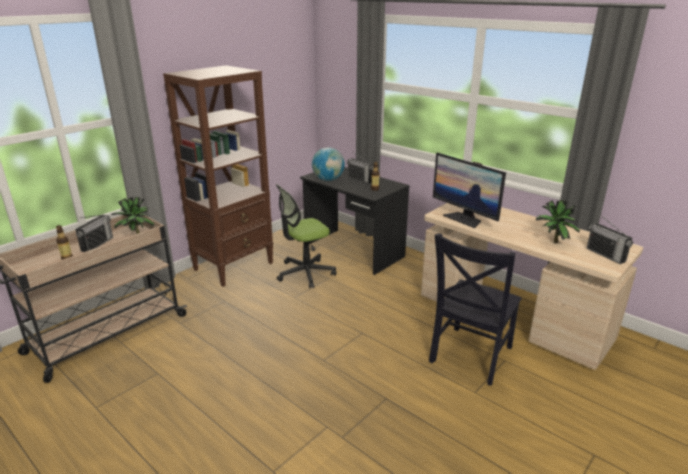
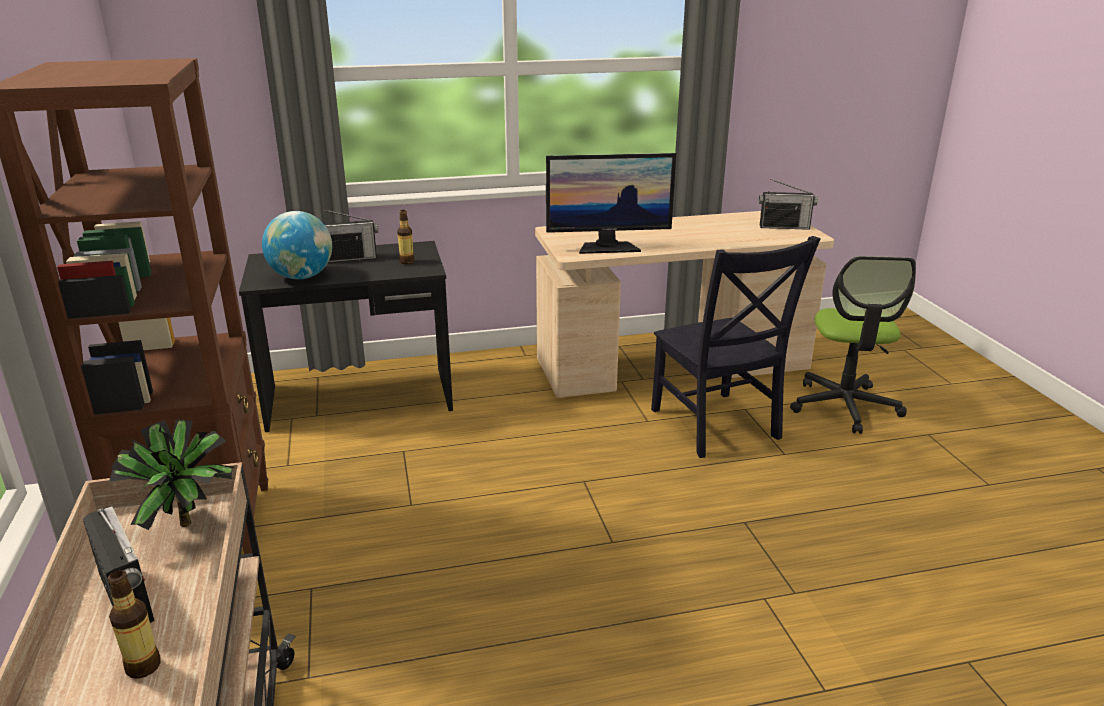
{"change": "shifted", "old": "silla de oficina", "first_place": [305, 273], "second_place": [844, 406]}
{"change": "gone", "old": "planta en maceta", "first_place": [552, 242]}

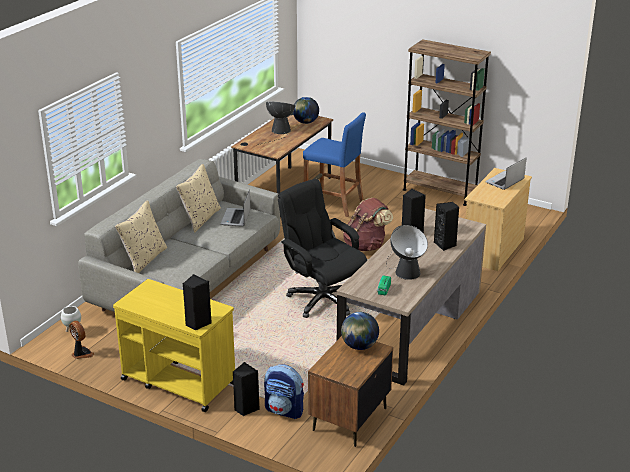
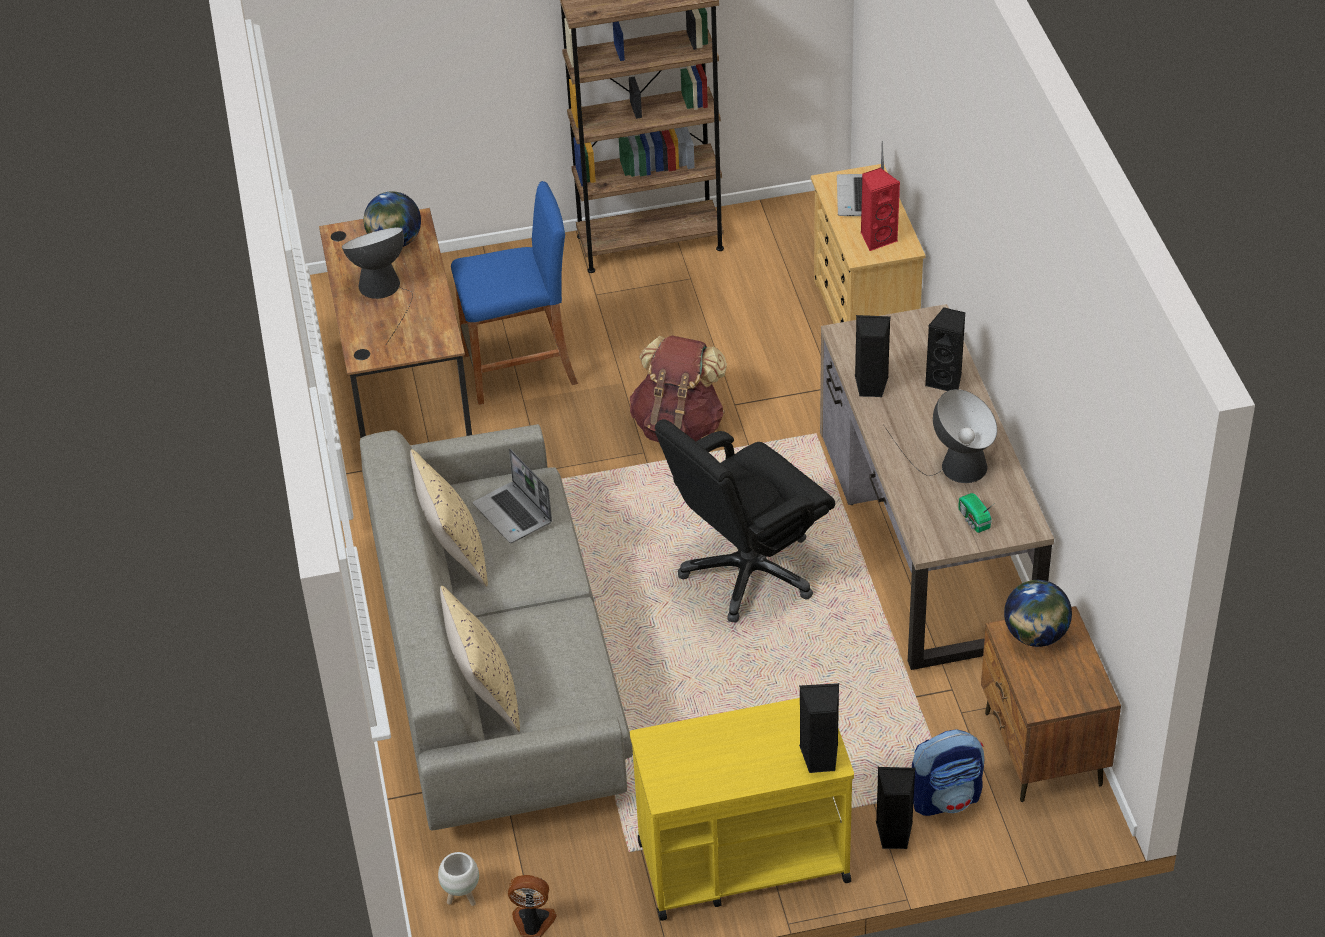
{"change": "rotated", "old": "silla de oficina/negro", "first_place": [322, 299], "second_place": [748, 572], "degrees": -45}
{"change": "new", "new": "altavoz/rojo", "second_place": [877, 238]}

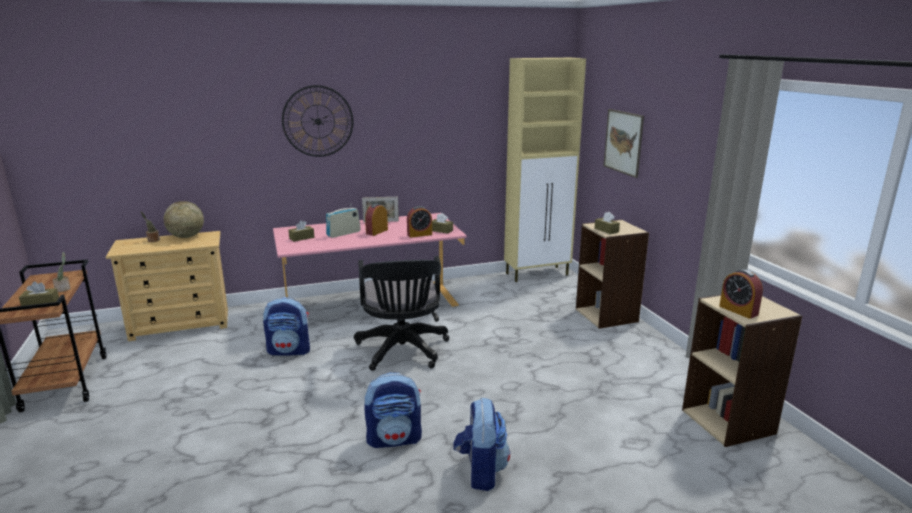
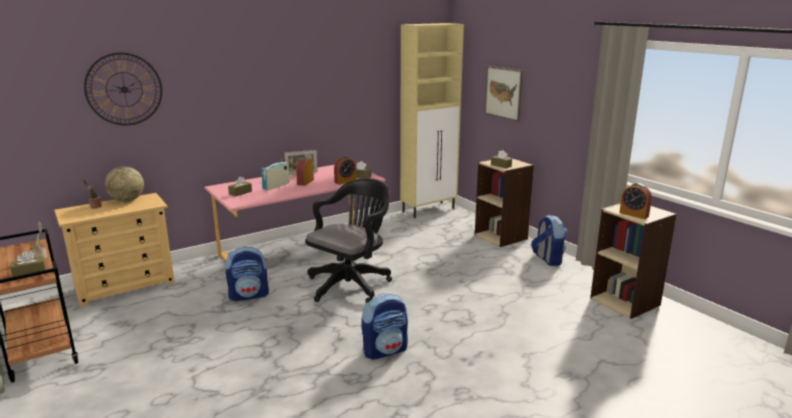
{"change": "shifted", "old": "reloj de pared", "first_place": [318, 121], "second_place": [124, 89]}
{"change": "rotated", "old": "silla de oficina/negro", "first_place": [402, 352], "second_place": [351, 284], "degrees": -120}
{"change": "shifted", "old": "mochila", "first_place": [480, 471], "second_place": [547, 259]}

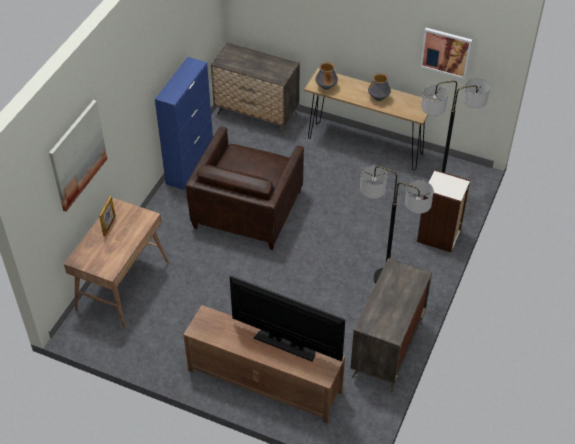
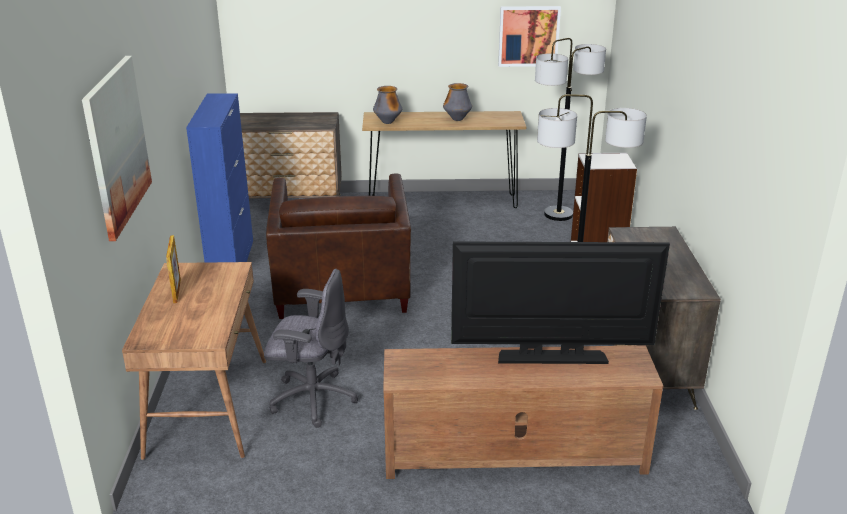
{"change": "new", "new": "silla de oficina/gris", "second_place": [312, 399]}

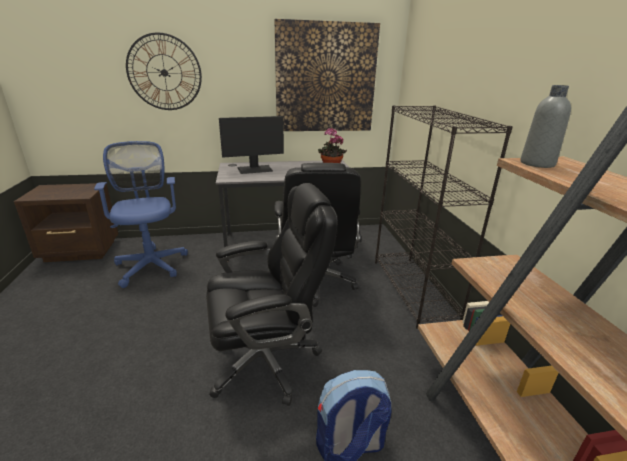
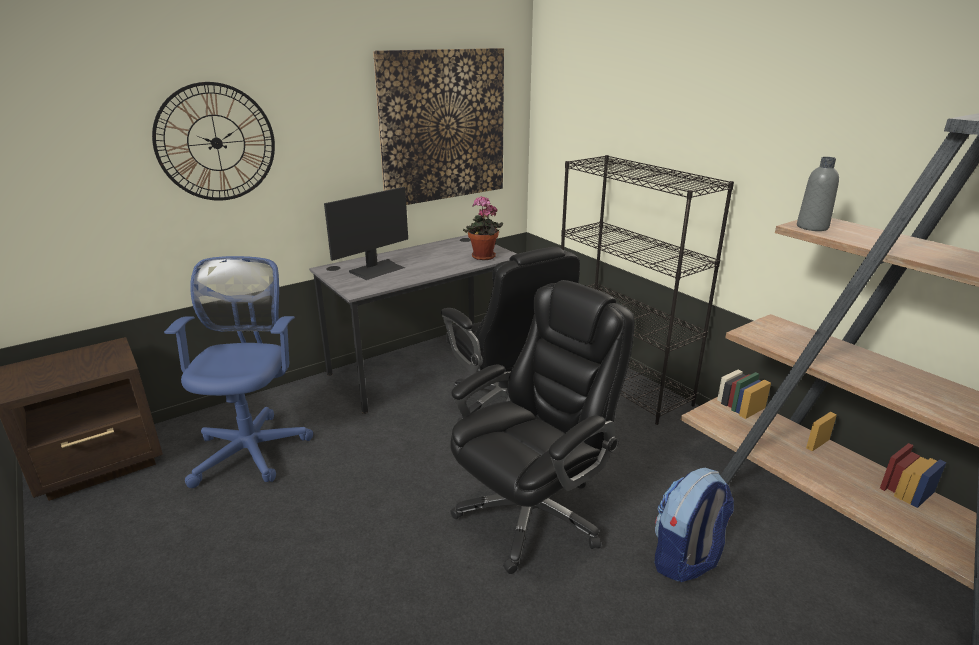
{"change": "rotated", "old": "silla de oficina/azul", "first_place": [152, 264], "second_place": [253, 448], "degrees": 45}

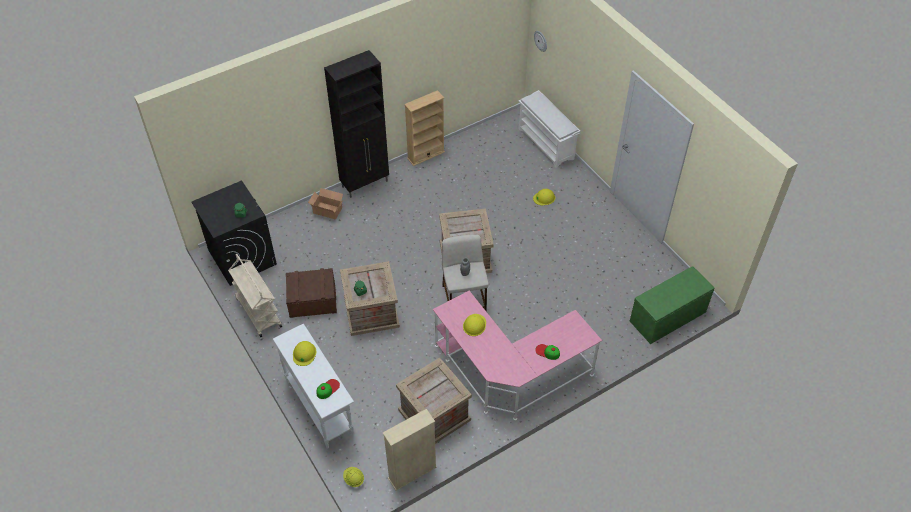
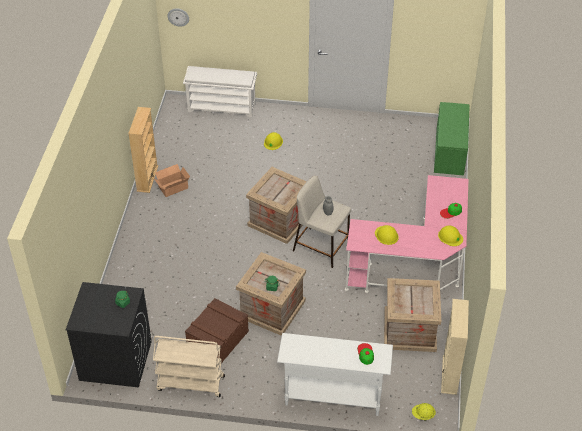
{"change": "gone", "old": "armario/negro", "first_place": [365, 184]}
{"change": "shifted", "old": "caja de cartón", "first_place": [327, 209], "second_place": [172, 187]}
{"change": "shifted", "old": "casco/amarillo", "first_place": [304, 353], "second_place": [450, 237]}

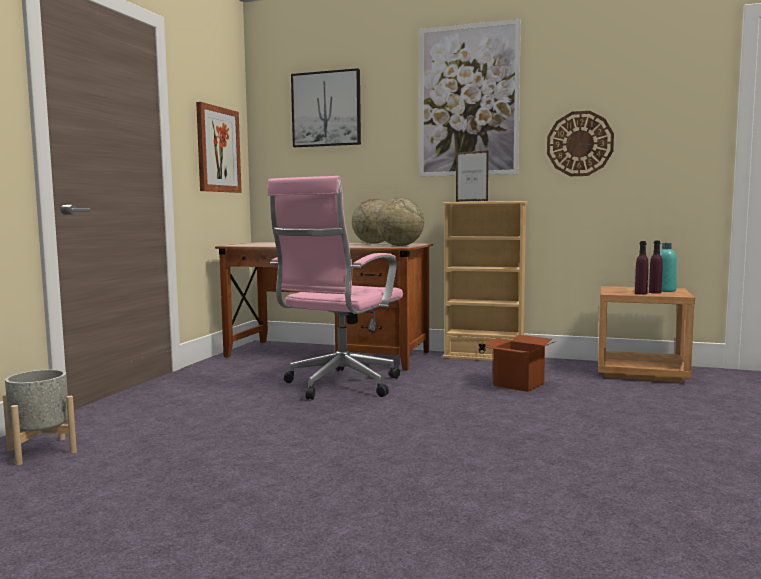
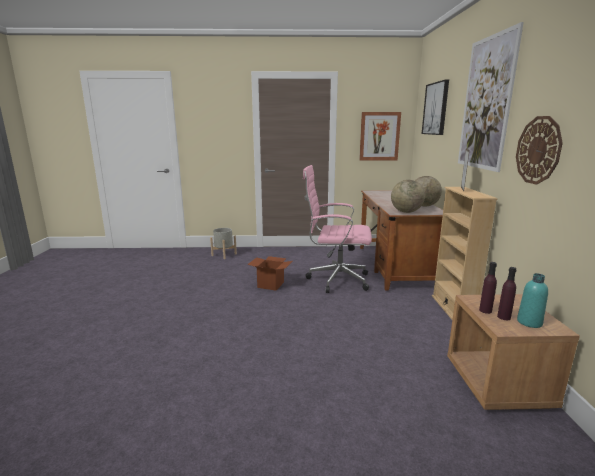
{"change": "shifted", "old": "caja de cartón", "first_place": [519, 384], "second_place": [271, 285]}

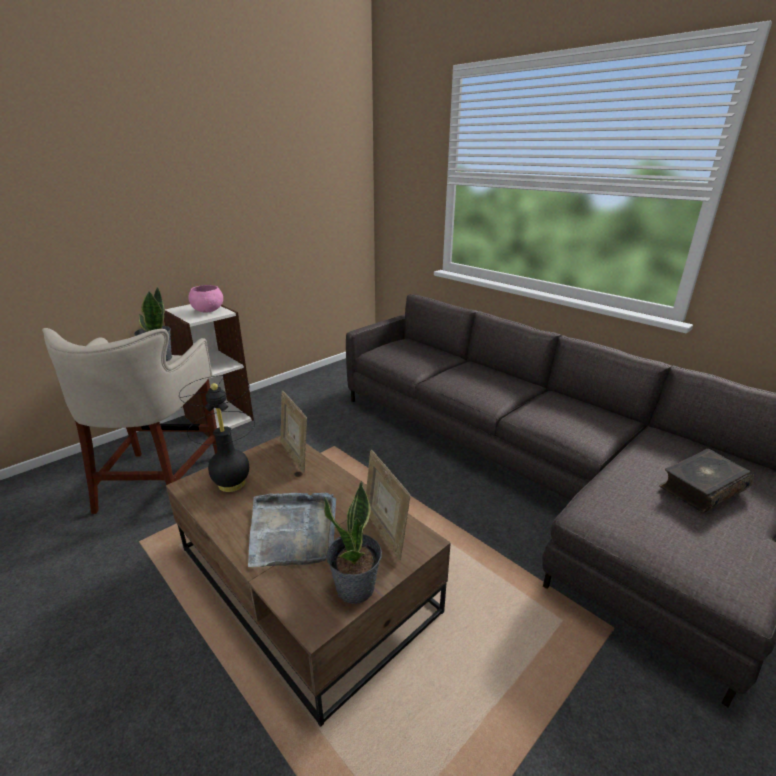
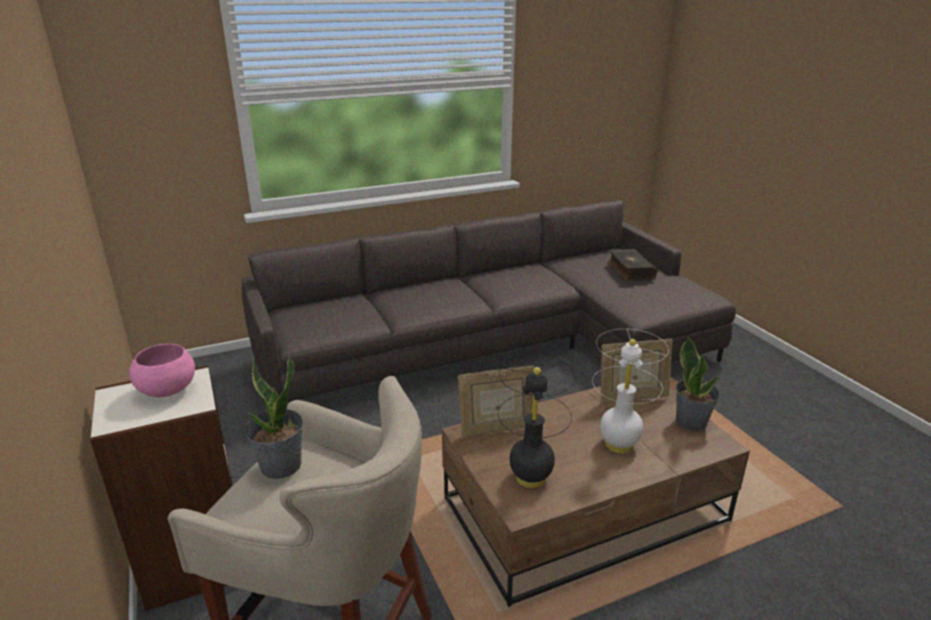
{"change": "swapped", "old": "bandeja/gris", "new": "lámpara de mesa/blanco", "first_place": [293, 530], "second_place": [619, 444]}

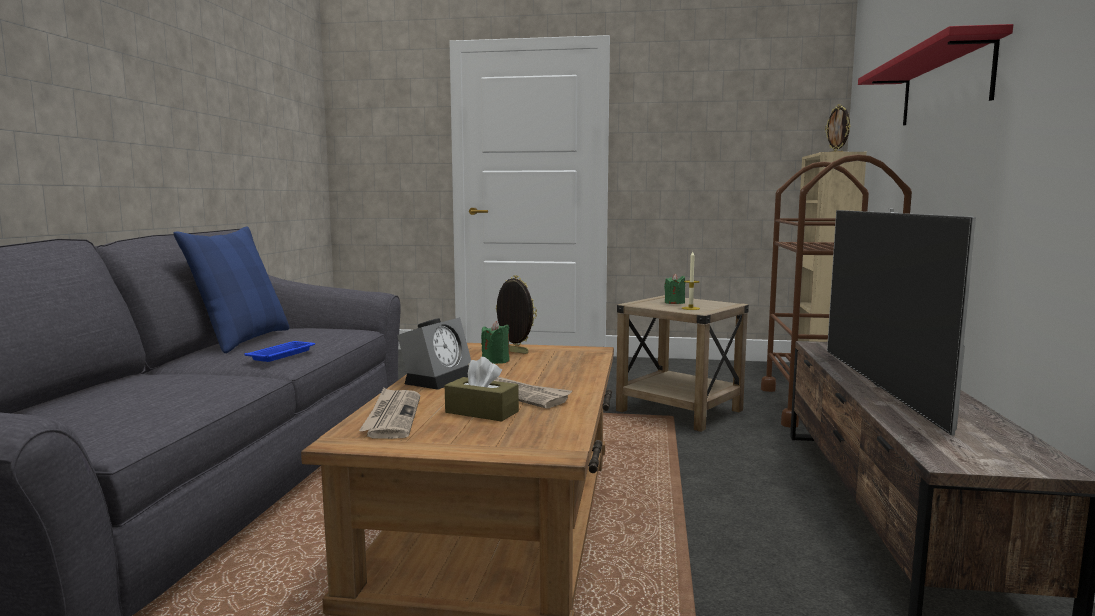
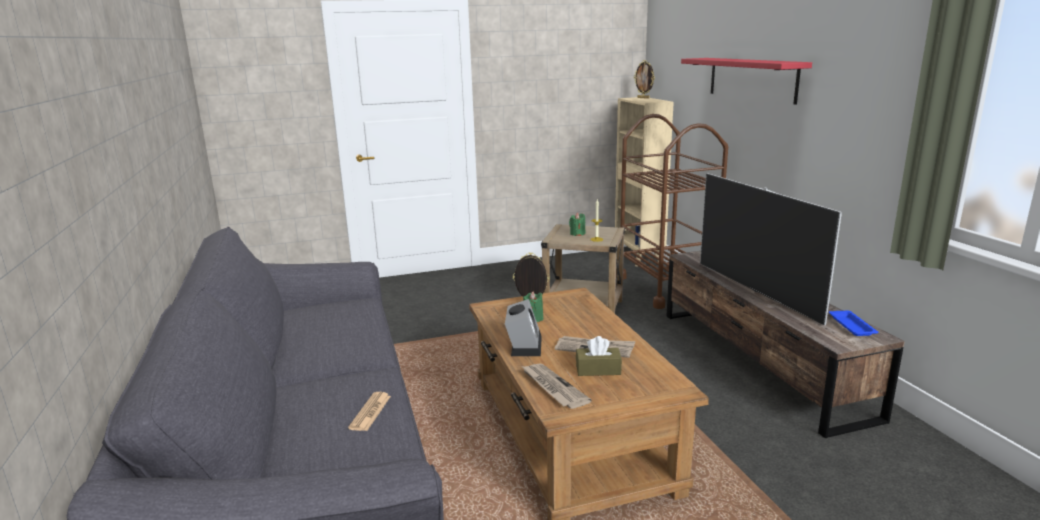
{"change": "gone", "old": "cojín/azul", "first_place": [242, 340]}
{"change": "shifted", "old": "bandeja/azul", "first_place": [282, 354], "second_place": [851, 326]}
{"change": "new", "new": "periódico", "second_place": [370, 412]}

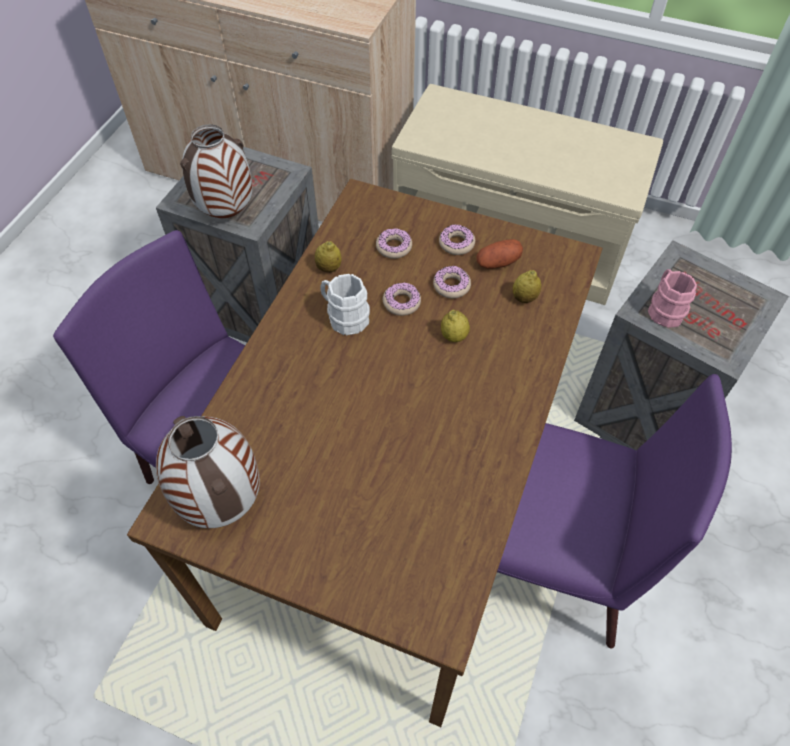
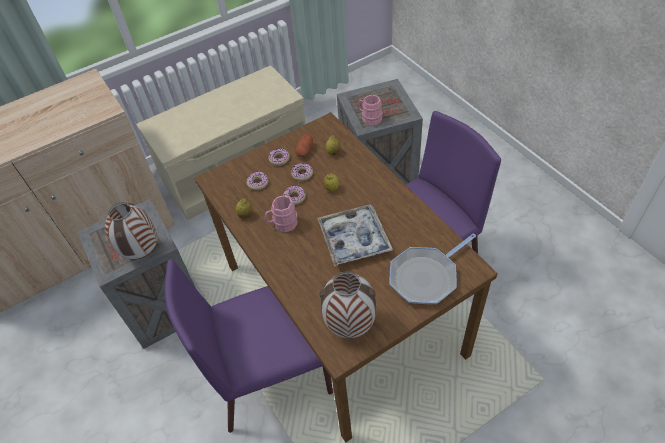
{"change": "repainted", "old": "taza grande/blanco", "new": "taza grande/rosa", "first_place": [344, 317], "second_place": [282, 224]}
{"change": "new", "new": "bandeja", "second_place": [354, 239]}
{"change": "new", "new": "sartén", "second_place": [426, 277]}

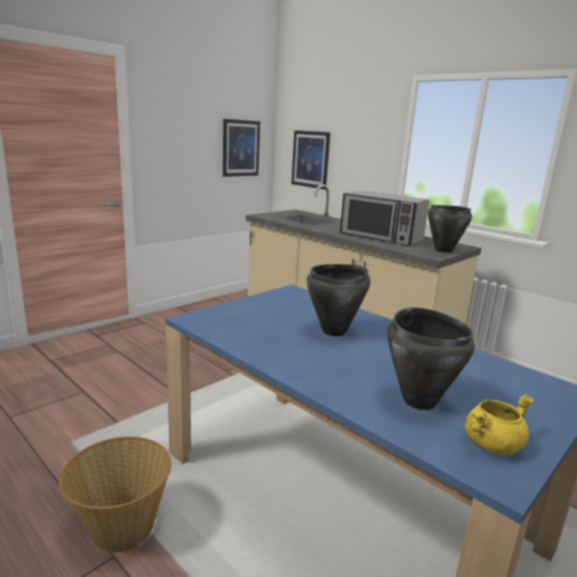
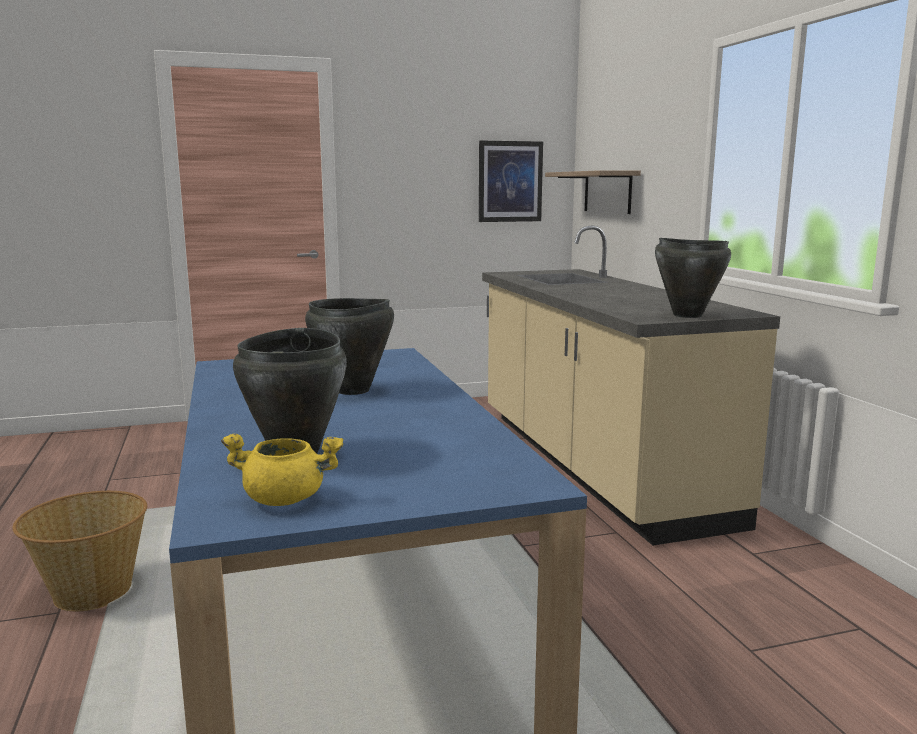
{"change": "swapped", "old": "cuadro", "new": "estante", "first_place": [310, 159], "second_place": [607, 192]}
{"change": "gone", "old": "microondas", "first_place": [380, 237]}

